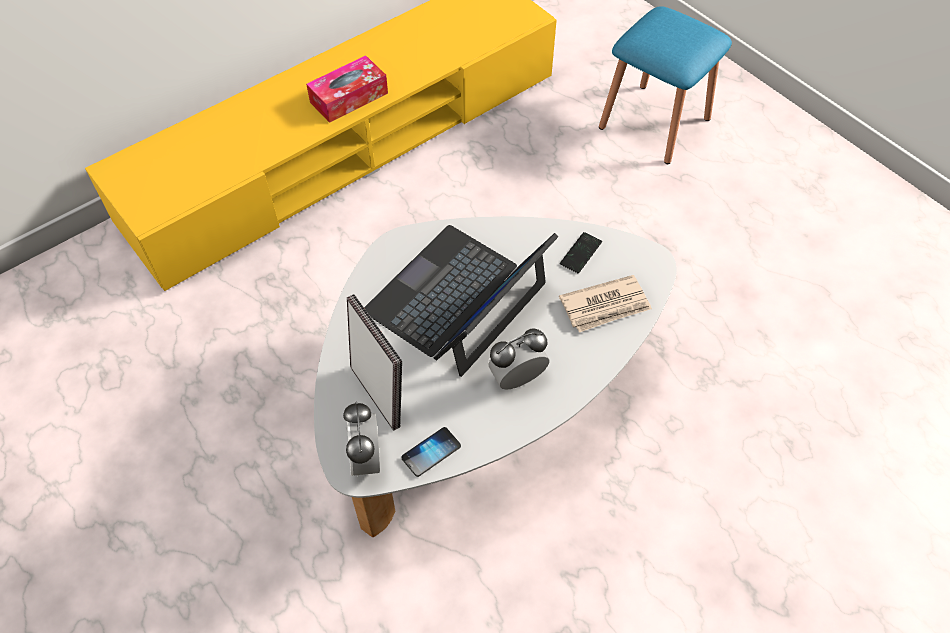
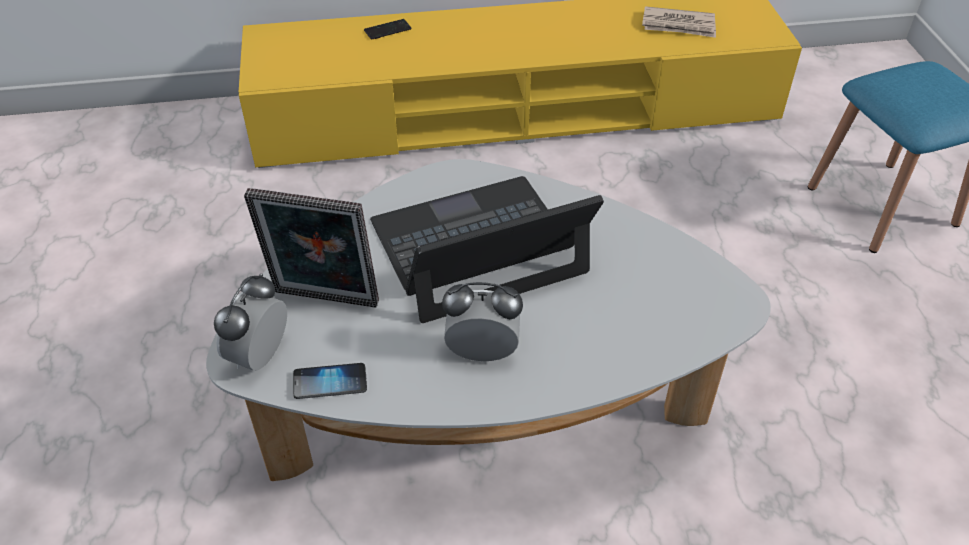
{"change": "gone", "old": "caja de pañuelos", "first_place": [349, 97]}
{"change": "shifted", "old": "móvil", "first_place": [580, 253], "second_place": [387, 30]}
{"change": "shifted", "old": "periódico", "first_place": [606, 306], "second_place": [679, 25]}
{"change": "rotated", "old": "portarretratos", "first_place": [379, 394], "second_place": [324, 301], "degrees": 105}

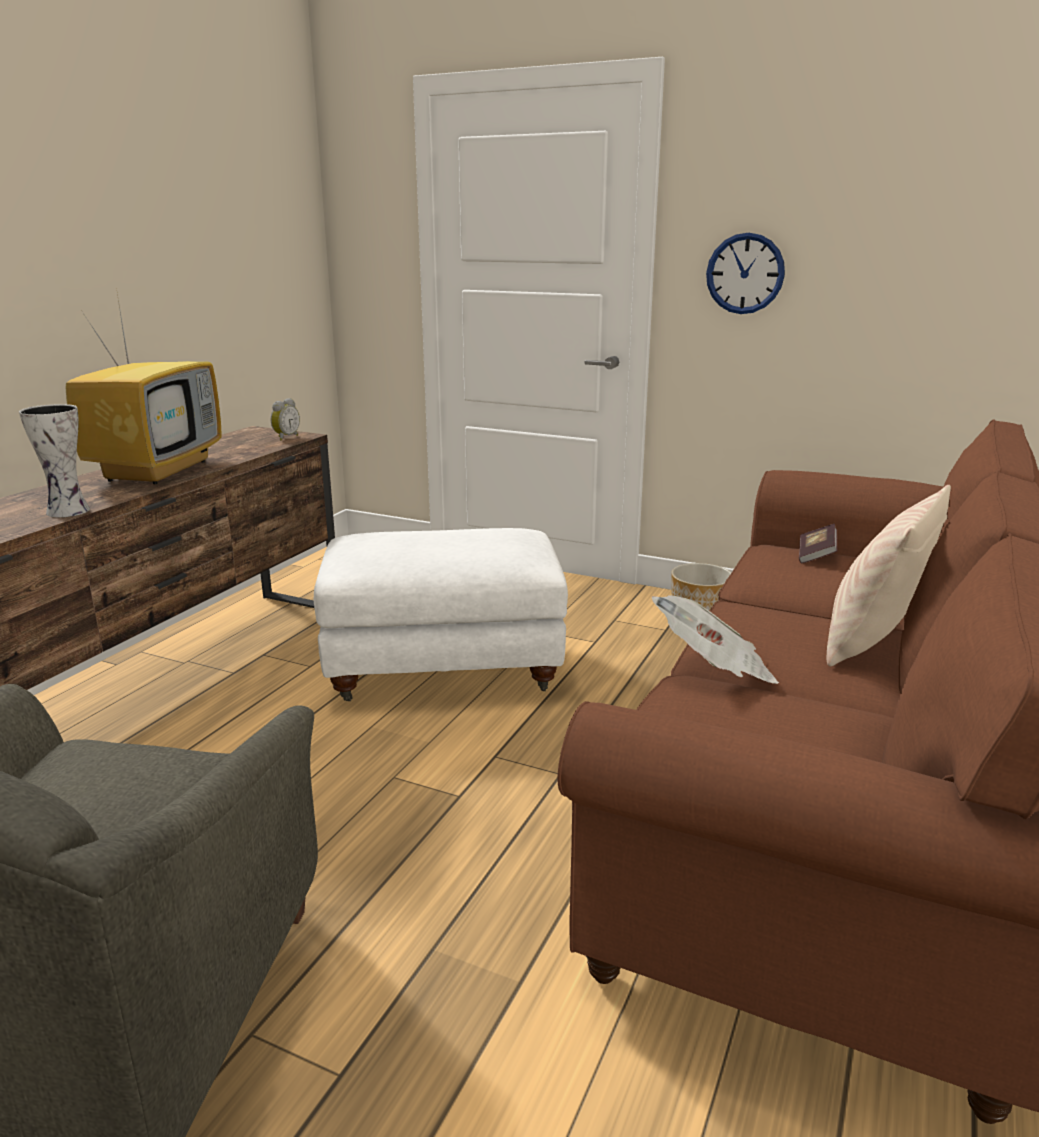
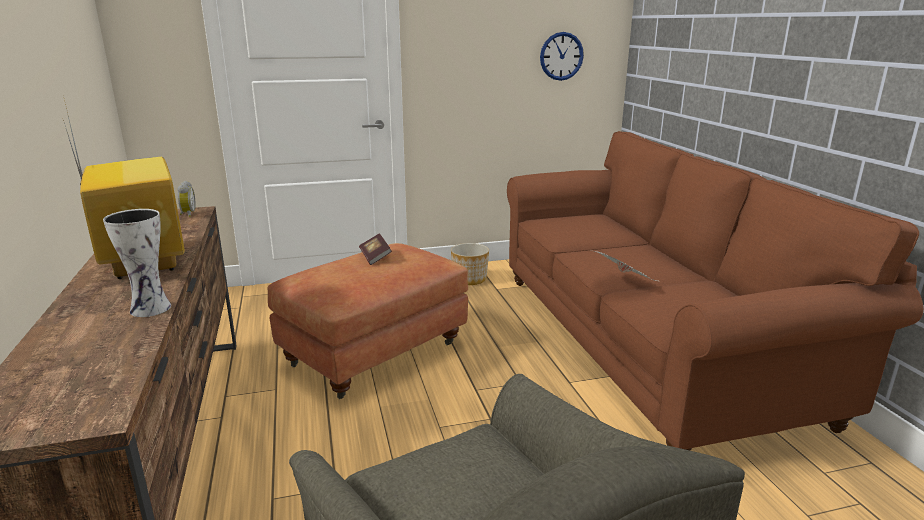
{"change": "shifted", "old": "reloj de pared", "first_place": [745, 273], "second_place": [561, 56]}
{"change": "gone", "old": "cojín/beis", "first_place": [872, 644]}
{"change": "shifted", "old": "libro", "first_place": [816, 555], "second_place": [375, 257]}
{"change": "repainted", "old": "puf/blanco", "new": "puf/marrón", "first_place": [443, 673], "second_place": [375, 358]}

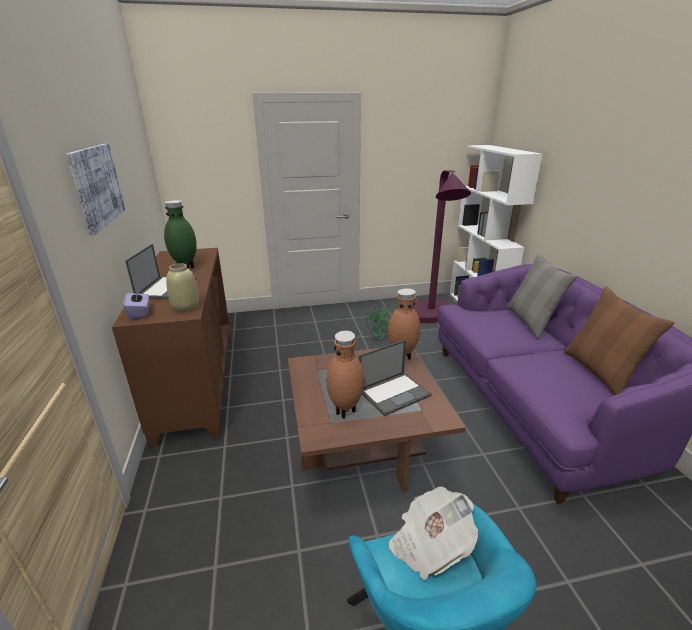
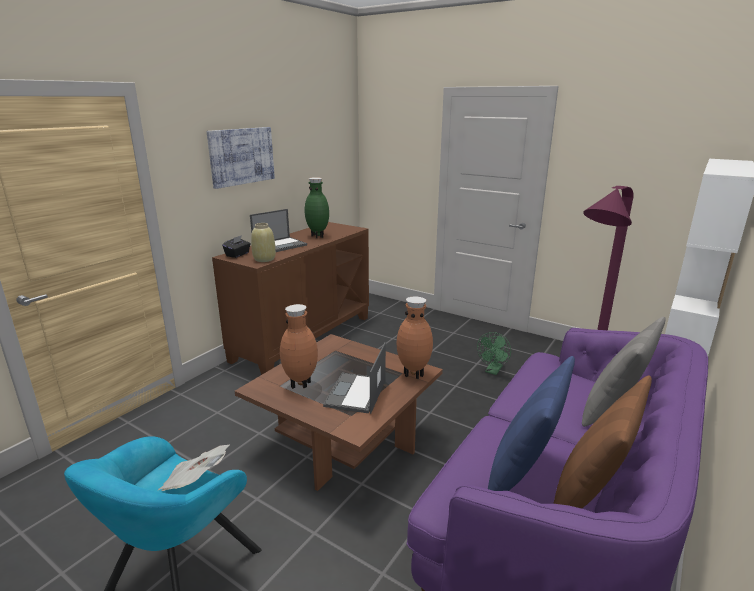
{"change": "repainted", "old": "caja de pañuelos/morado", "new": "caja de pañuelos/negro", "first_place": [140, 313], "second_place": [238, 254]}
{"change": "rotated", "old": "portátil", "first_place": [394, 393], "second_place": [356, 393], "degrees": 90}
{"change": "new", "new": "cojín/azul", "second_place": [523, 471]}

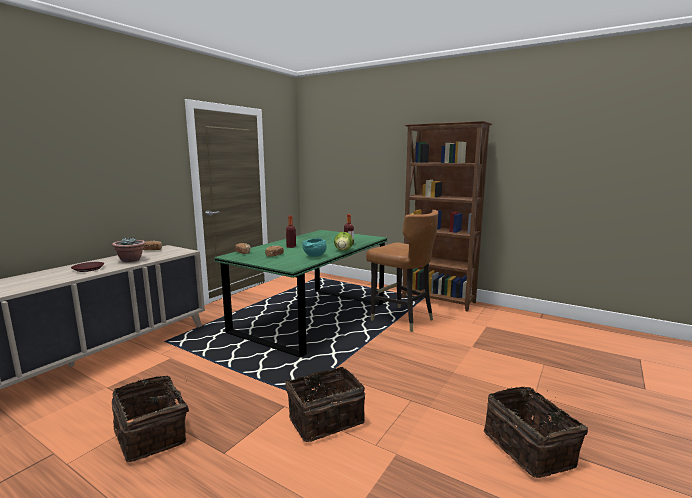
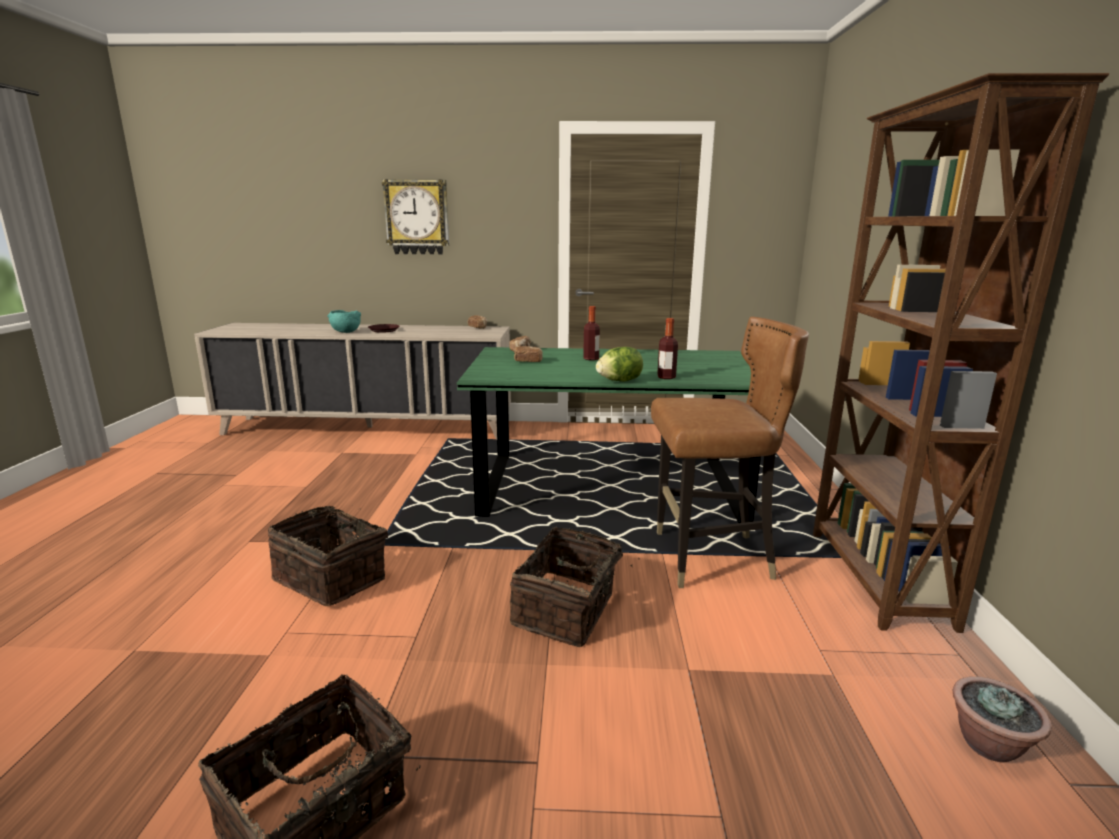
{"change": "rotated", "old": "silla/marrón", "first_place": [401, 319], "second_place": [710, 558], "degrees": -105}
{"change": "shifted", "old": "planta en maceta", "first_place": [131, 260], "second_place": [989, 745]}
{"change": "shifted", "old": "cuenco/turquesa", "first_place": [314, 256], "second_place": [345, 332]}
{"change": "shifted", "old": "cesta", "first_place": [153, 434], "second_place": [567, 610]}
{"change": "new", "new": "reloj de pared", "second_place": [417, 217]}

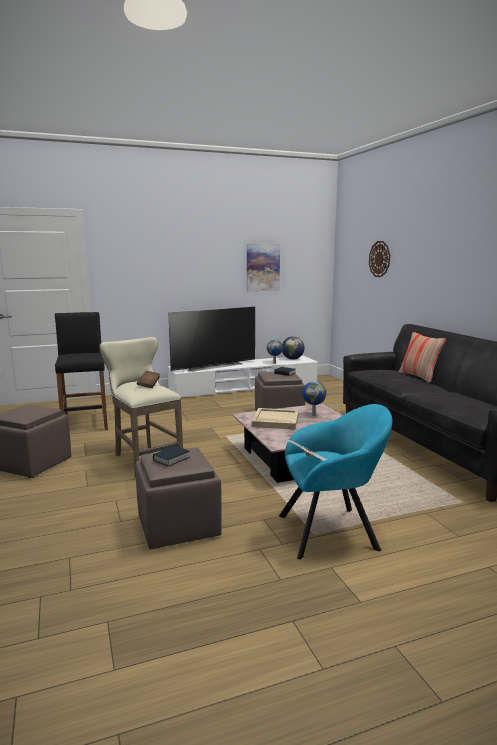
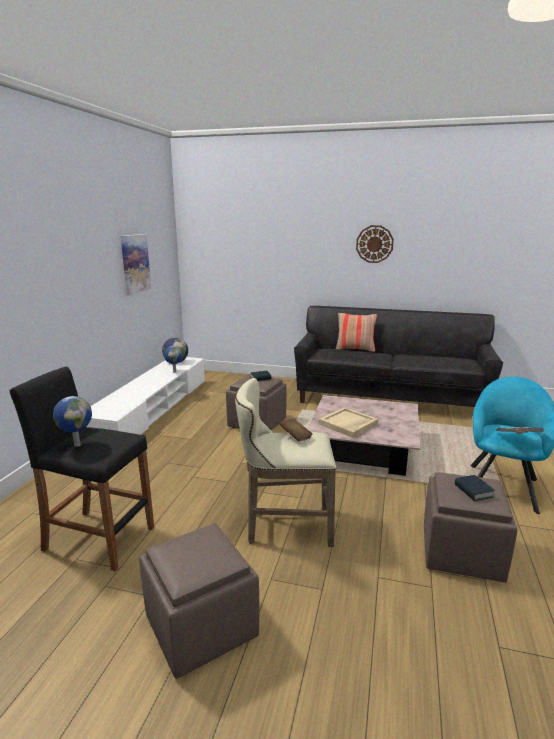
{"change": "shifted", "old": "reloj de pared", "first_place": [379, 259], "second_place": [374, 244]}
{"change": "gone", "old": "televisor", "first_place": [213, 366]}
{"change": "shifted", "old": "globo terráqueo", "first_place": [313, 415], "second_place": [77, 445]}

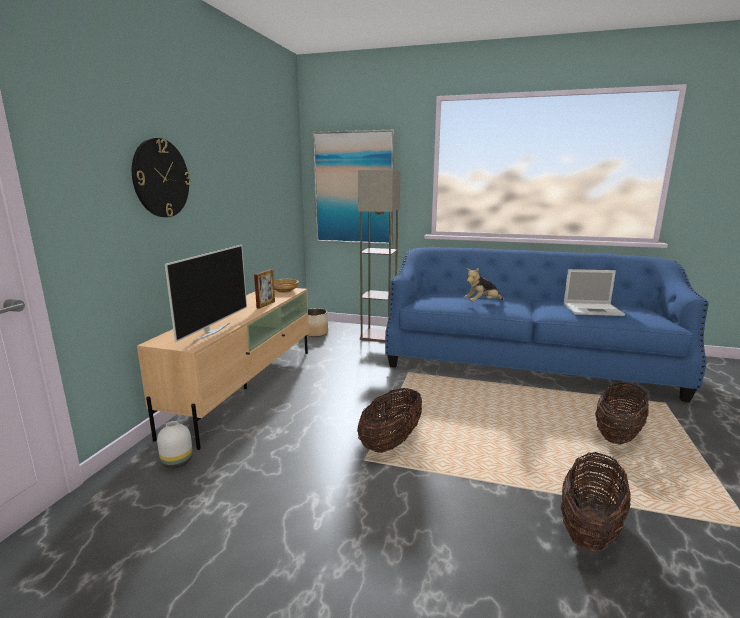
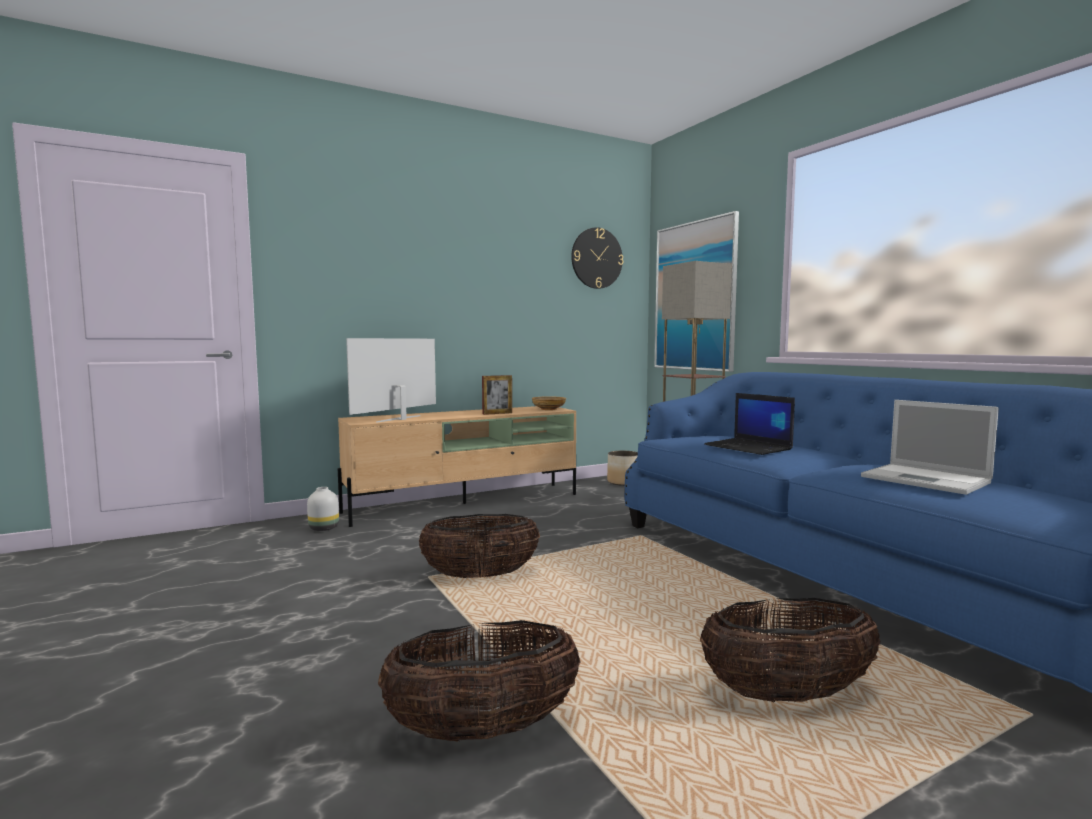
{"change": "shifted", "old": "reloj de pared", "first_place": [161, 178], "second_place": [596, 258]}
{"change": "rotated", "old": "televisor", "first_place": [211, 332], "second_place": [400, 419], "degrees": 150}
{"change": "swapped", "old": "peluche", "new": "portátil", "first_place": [482, 303], "second_place": [749, 447]}

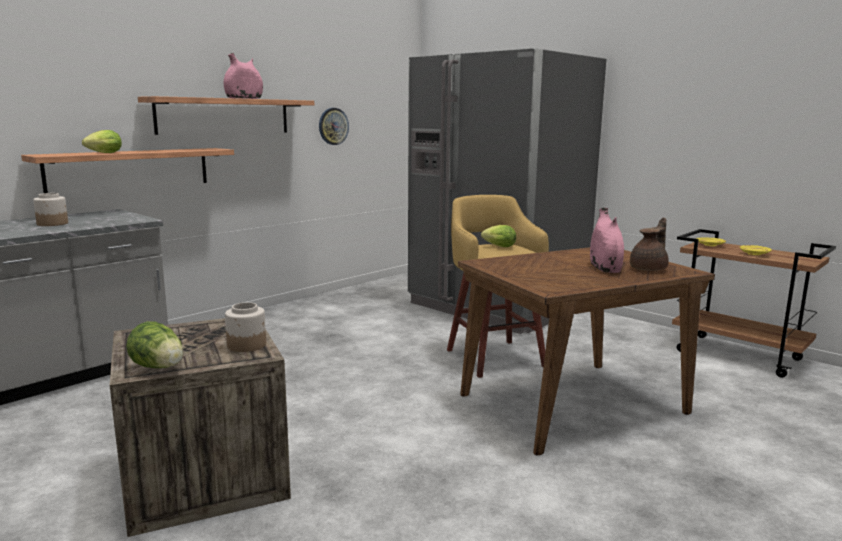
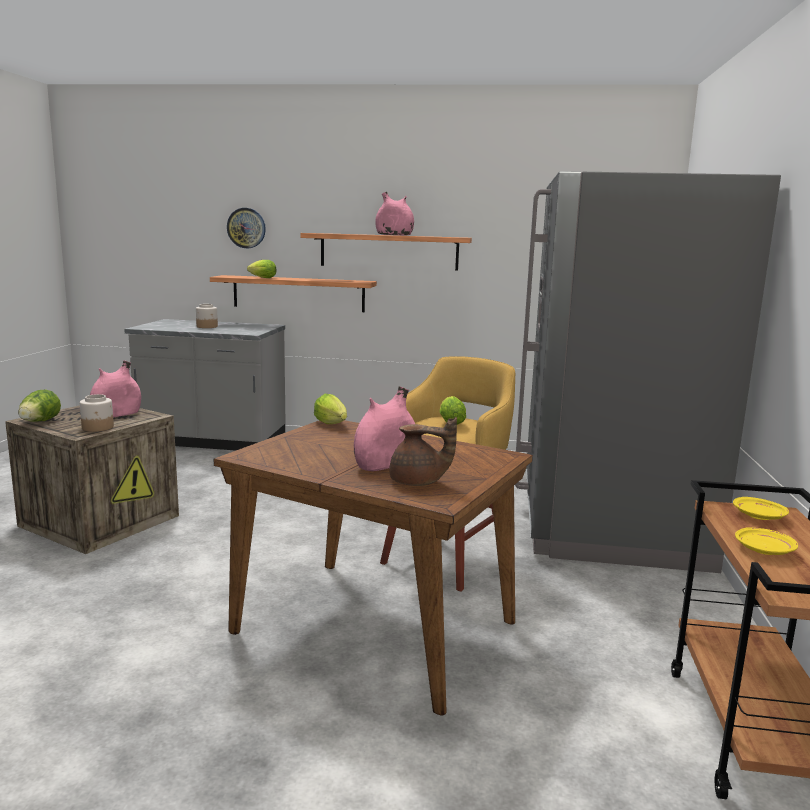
{"change": "shifted", "old": "reloj de pared", "first_place": [333, 126], "second_place": [246, 228]}
{"change": "new", "new": "florero/rosa", "second_place": [116, 415]}
{"change": "new", "new": "lechuga", "second_place": [332, 424]}

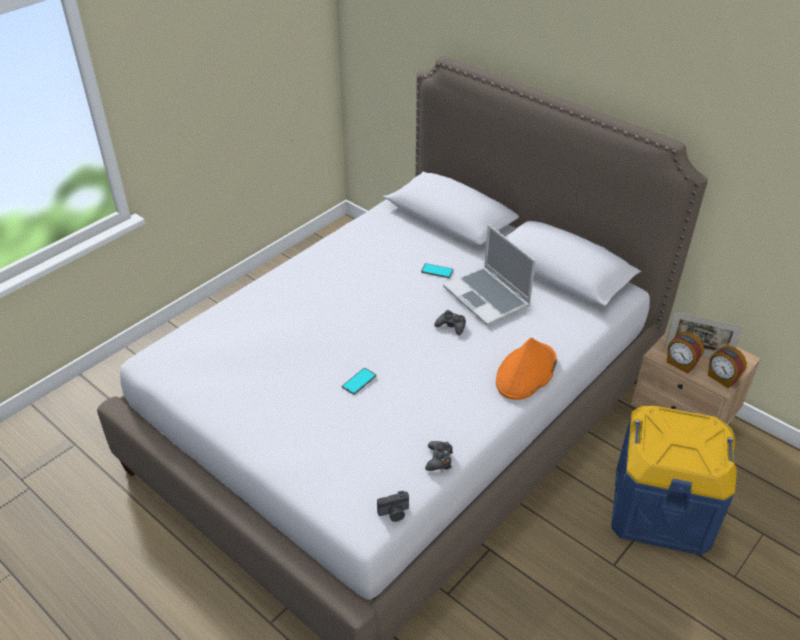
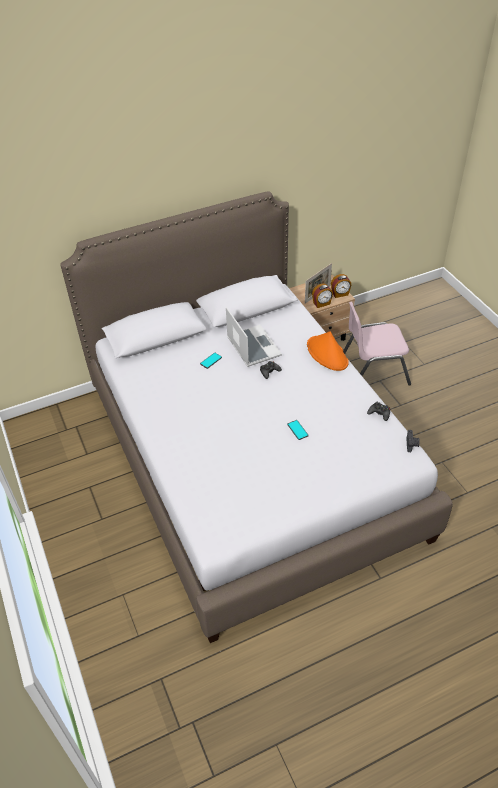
{"change": "rotated", "old": "portátil", "first_place": [488, 297], "second_place": [252, 347], "degrees": -105}
{"change": "swapped", "old": "caja de almacenaje/azul", "new": "silla/rosa", "first_place": [661, 508], "second_place": [373, 371]}

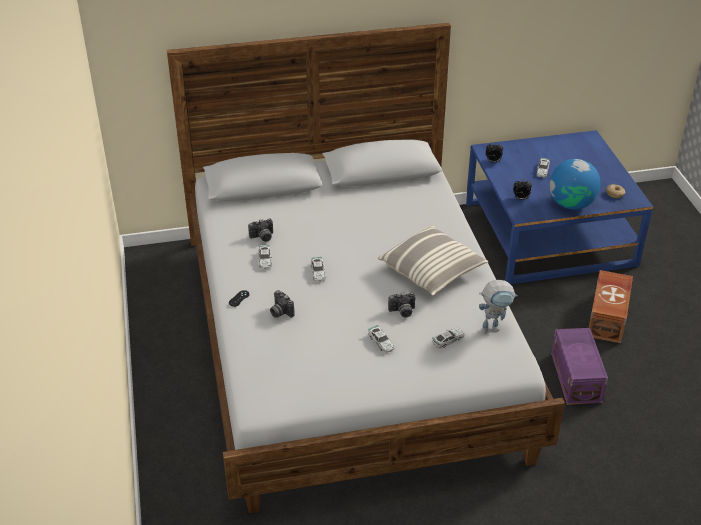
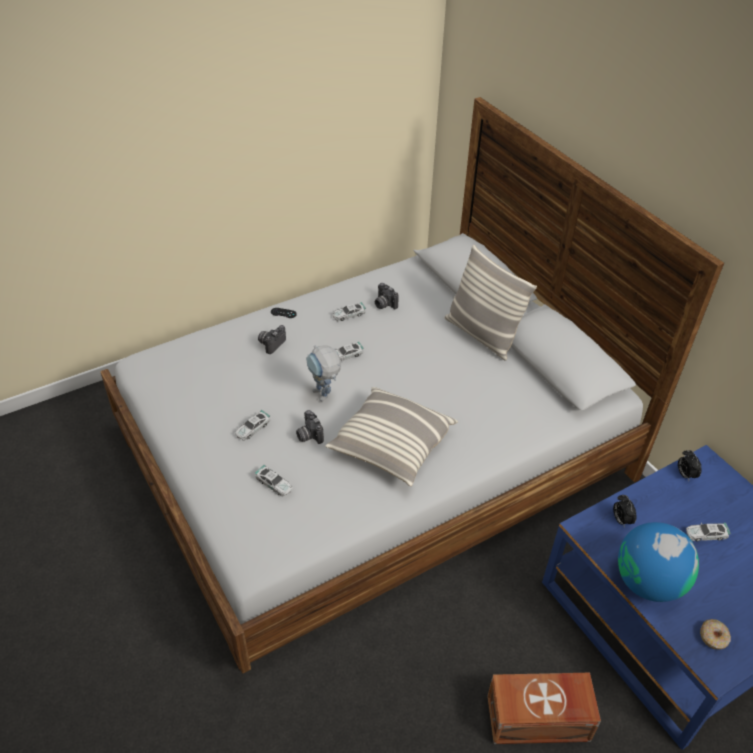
{"change": "shifted", "old": "robot de juguete", "first_place": [494, 327], "second_place": [324, 397]}
{"change": "gone", "old": "caja de almacenaje/morado", "first_place": [576, 377]}
{"change": "new", "new": "cojín", "second_place": [481, 335]}

